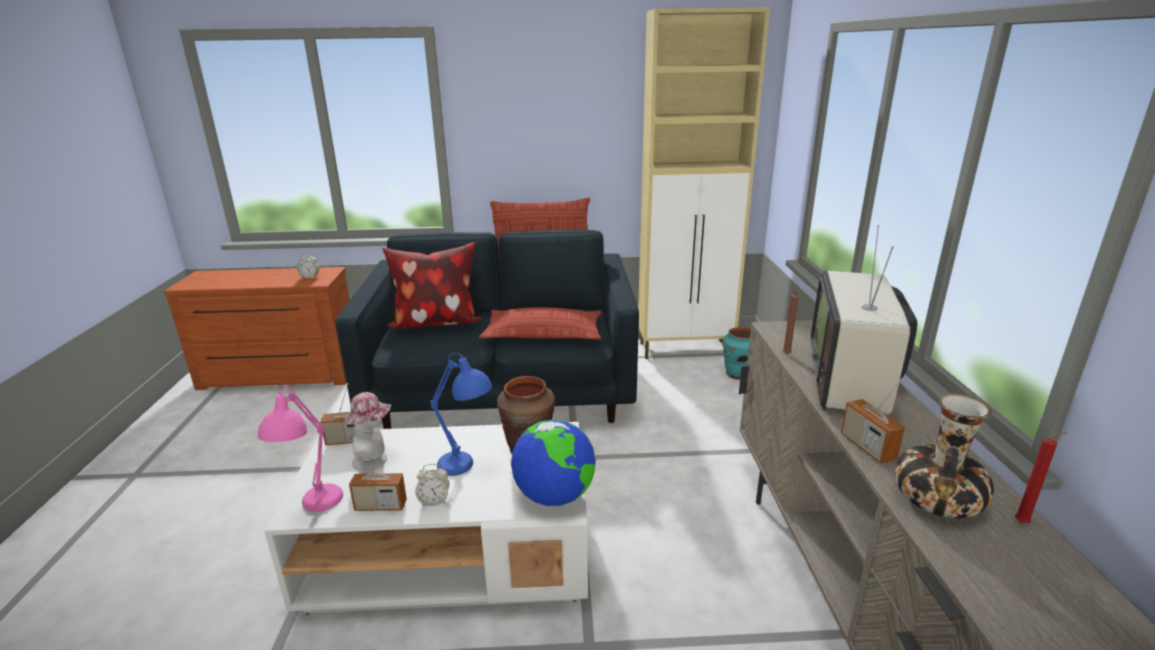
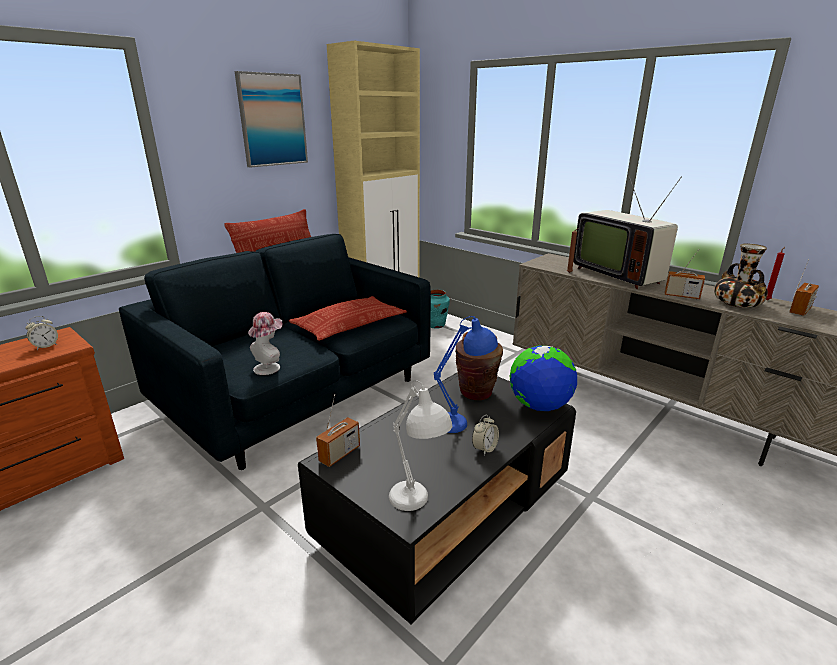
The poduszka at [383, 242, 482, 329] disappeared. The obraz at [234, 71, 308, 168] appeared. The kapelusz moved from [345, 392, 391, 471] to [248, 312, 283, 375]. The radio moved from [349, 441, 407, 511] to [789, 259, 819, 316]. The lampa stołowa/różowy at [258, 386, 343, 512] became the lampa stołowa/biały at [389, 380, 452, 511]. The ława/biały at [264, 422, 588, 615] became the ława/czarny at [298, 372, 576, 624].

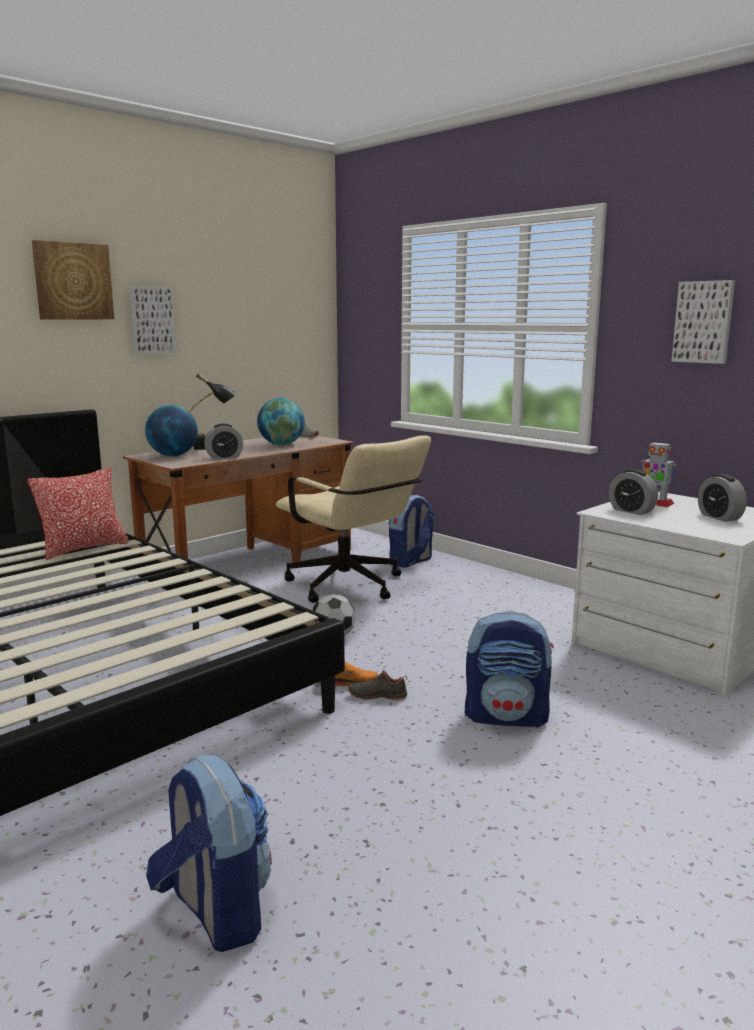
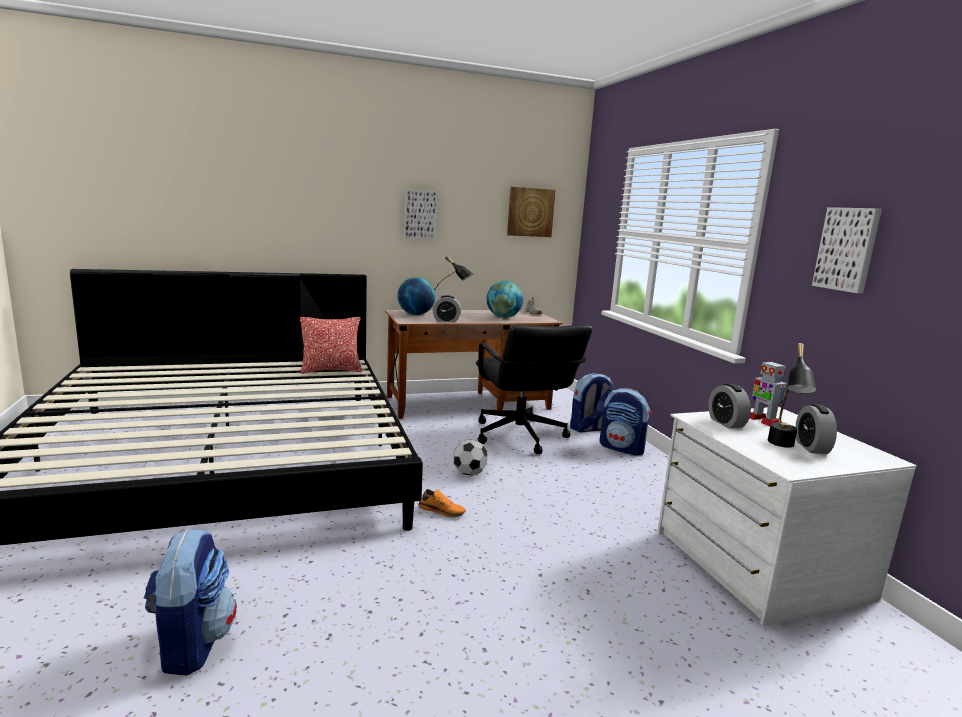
The but/czarny at [348, 666, 408, 700] disappeared. The lampa stołowa/czarny at [768, 343, 817, 448] appeared. The obraz moved from [32, 240, 114, 320] to [507, 187, 556, 237]. The plecak moved from [465, 611, 554, 728] to [599, 388, 652, 456]. The krzesło biurowe/beżowy at [276, 435, 431, 603] became the krzesło biurowe/czarny at [476, 325, 593, 454].

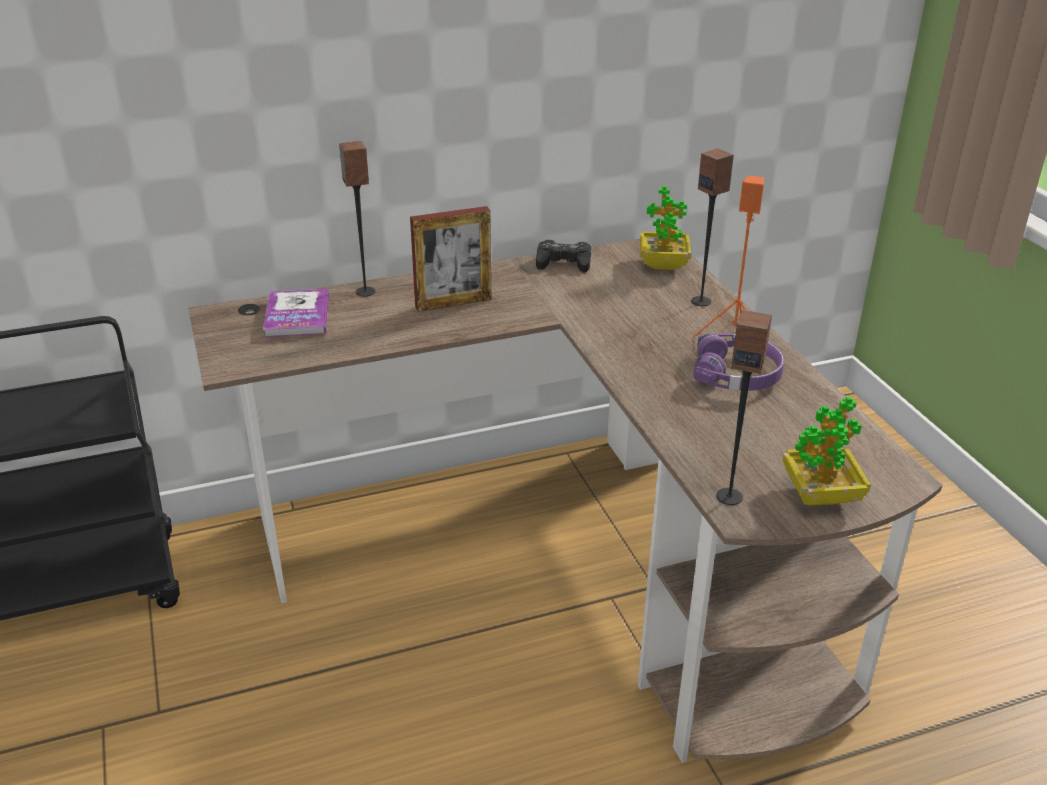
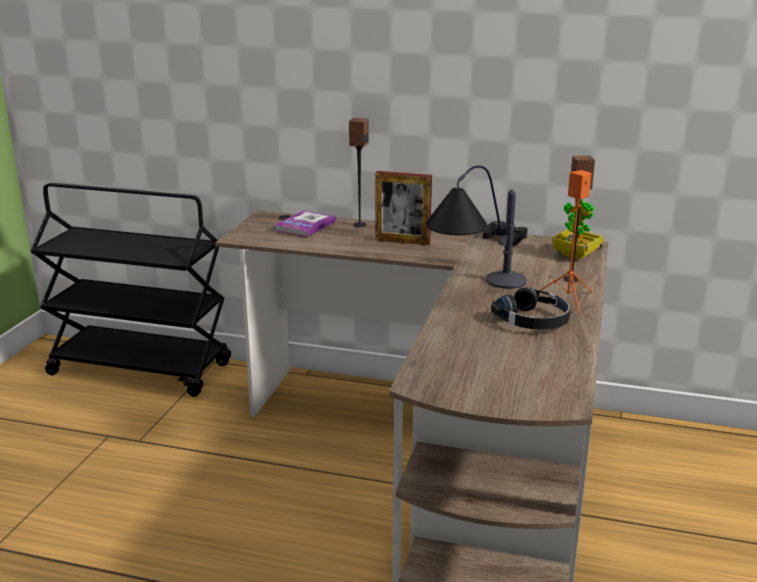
The głośnik at [716, 310, 772, 505] disappeared. The roślina doniczkowa at [782, 397, 871, 506] disappeared. The lampa stołowa at [426, 165, 527, 289] appeared. The słuchawki/fioletowy at [693, 333, 785, 391] became the słuchawki/czarny at [491, 287, 571, 330].

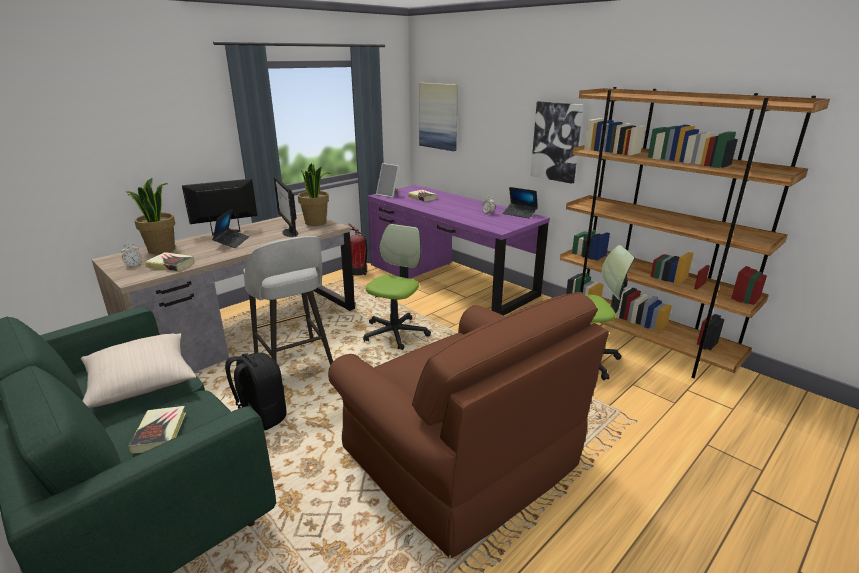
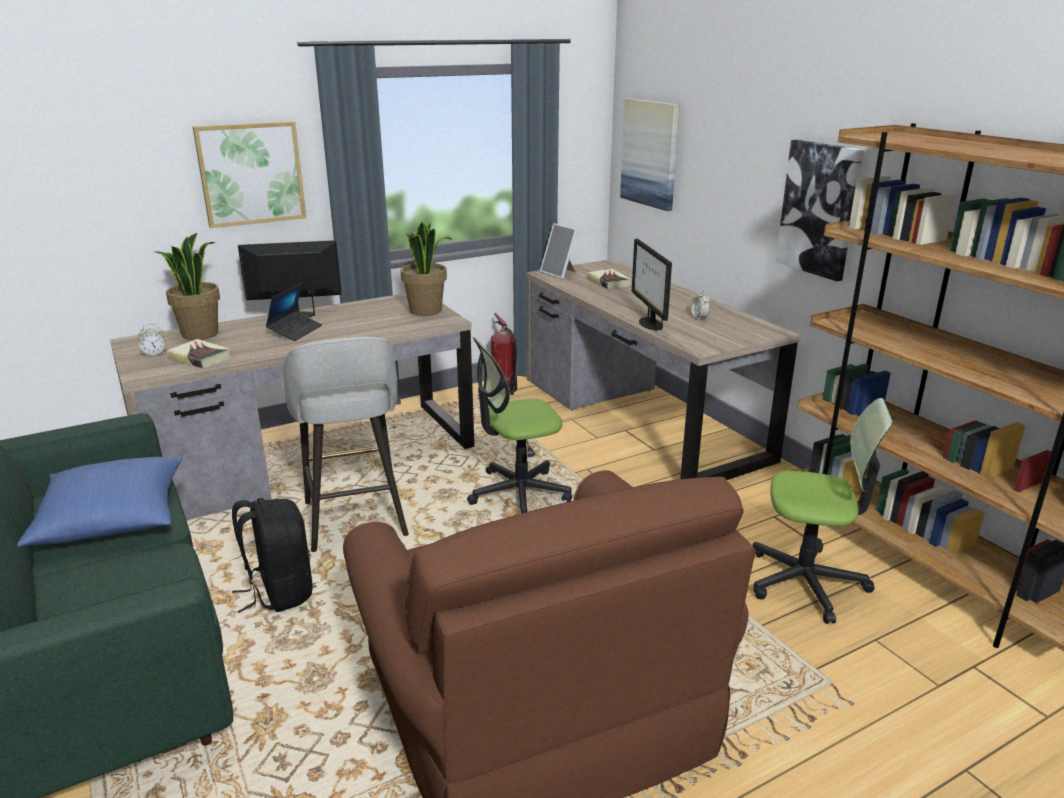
The książka at [128, 406, 186, 454] disappeared. The laptop at [503, 187, 538, 219] disappeared. The obraz at [193, 121, 306, 228] appeared. The monitor moved from [274, 176, 298, 237] to [632, 238, 672, 330]. The poduszka/beżowy at [81, 333, 196, 408] became the poduszka/niebieski at [17, 457, 182, 547]. The biurko/fioletowy at [367, 185, 550, 316] became the biurko/brązowy at [526, 259, 800, 480]. The krzesło biurowe at [363, 224, 431, 350] turned 150 degrees counterclockwise.

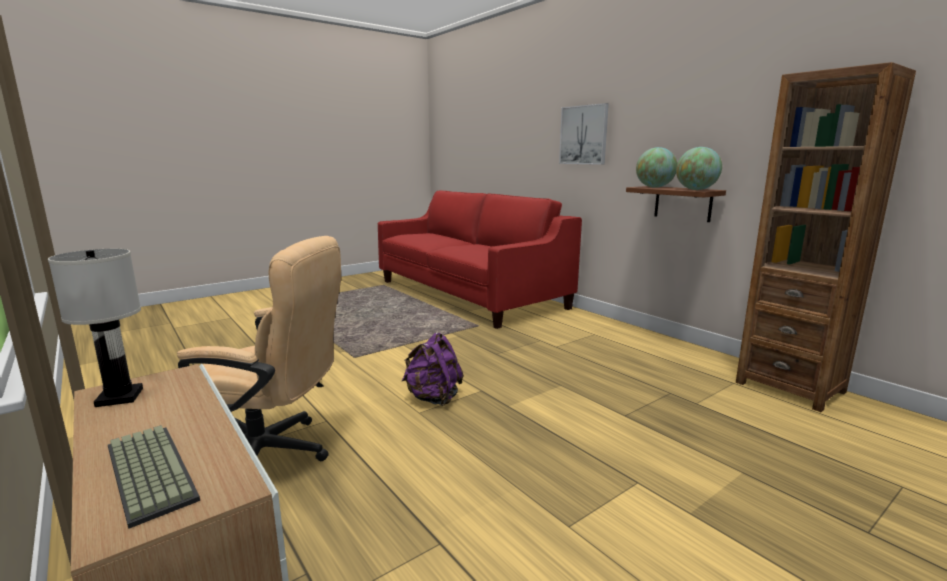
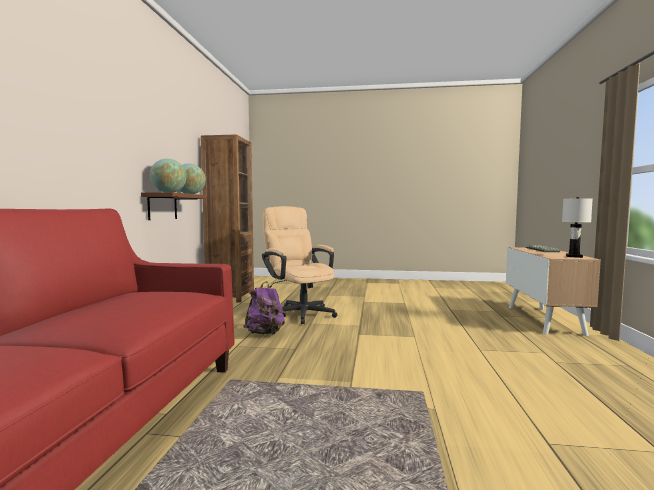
The obraz at [559, 103, 609, 165] disappeared. The krzesło biurowe/beżowy moved from [177, 236, 341, 461] to [262, 206, 337, 324]. The plecak/fioletowy moved from [402, 332, 464, 406] to [243, 281, 286, 335].

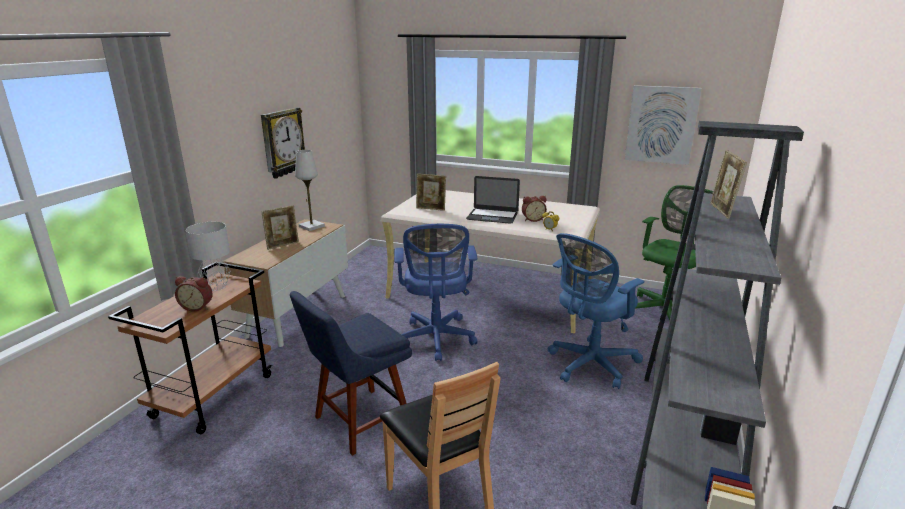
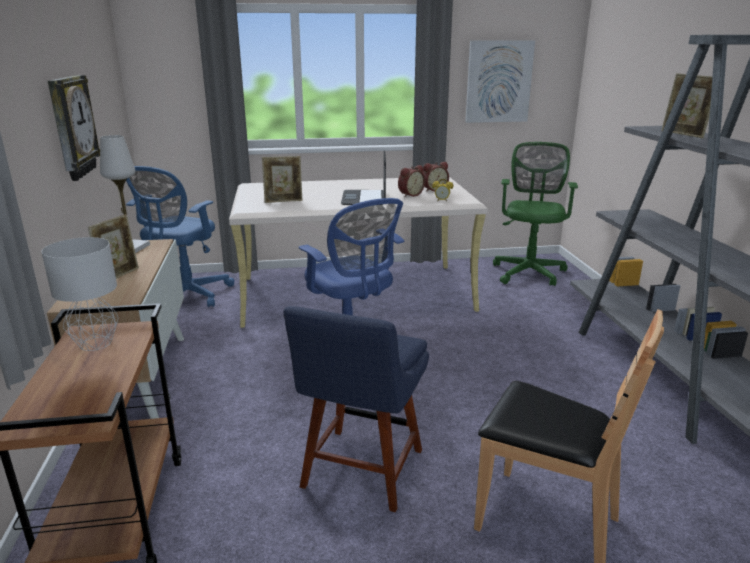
The budzik moved from [175, 276, 213, 312] to [423, 162, 449, 192]. The krzesło biurowe/niebieski moved from [547, 233, 644, 389] to [126, 166, 235, 307]. The laptop at [466, 176, 520, 224] turned 105 degrees clockwise.

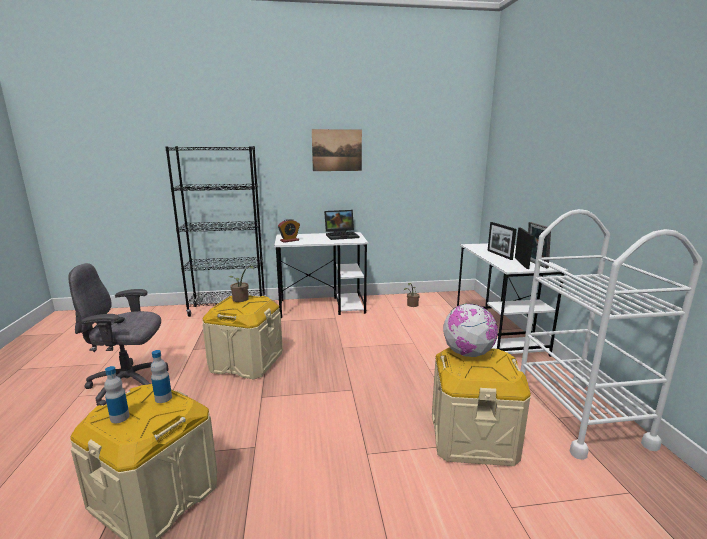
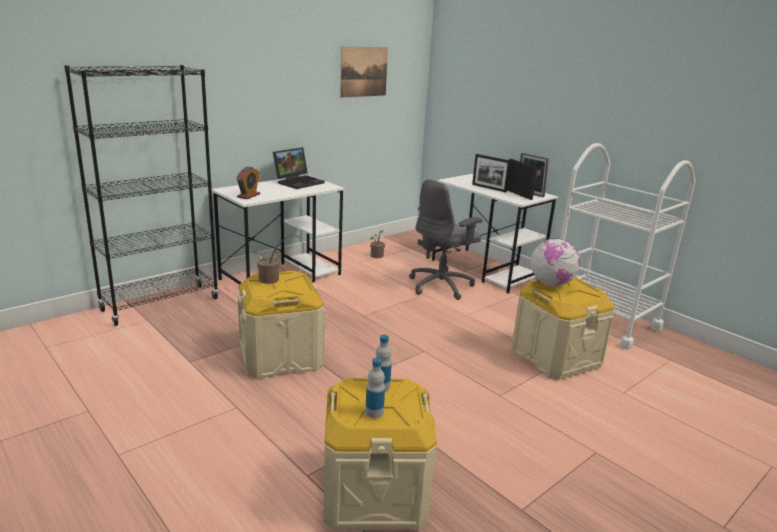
The krzesło biurowe/szary moved from [68, 263, 169, 406] to [409, 180, 483, 300]. The obraz moved from [312, 129, 362, 171] to [340, 46, 388, 98].

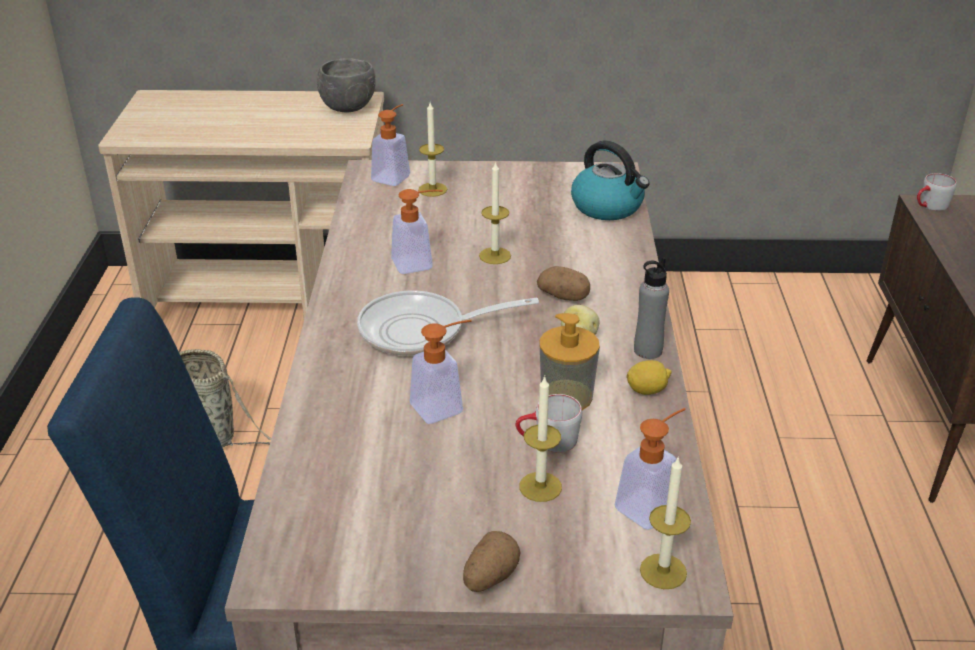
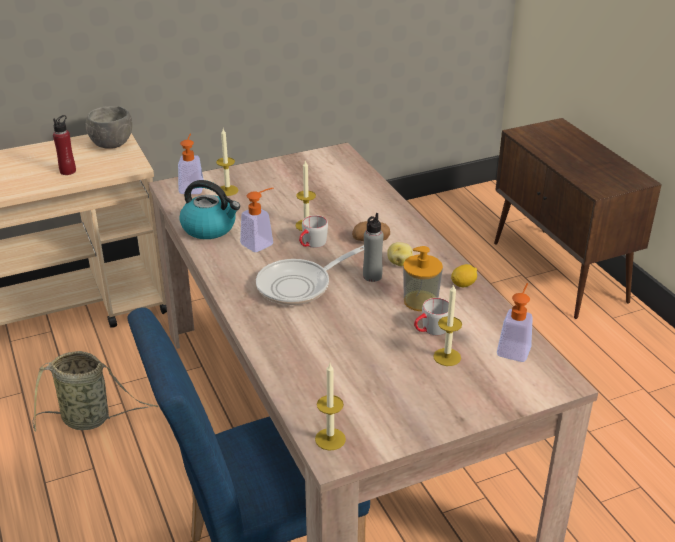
The dozownik mydła at [410, 320, 472, 424] disappeared. The ziemniak at [463, 531, 520, 592] disappeared. The butelka/czerwony at [53, 115, 76, 175] appeared. The czajnik moved from [571, 140, 650, 220] to [179, 180, 240, 239]. The butelka/szary moved from [634, 257, 669, 359] to [363, 213, 384, 282]. The świeca moved from [640, 456, 691, 589] to [315, 364, 346, 451]. The kubek/szary moved from [917, 173, 957, 211] to [299, 215, 328, 248].

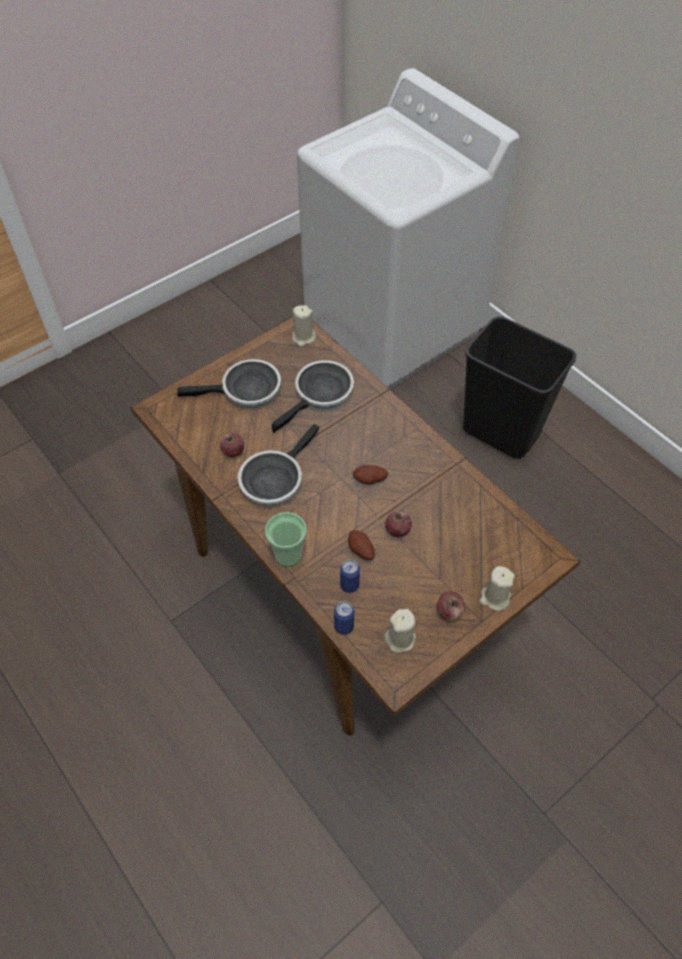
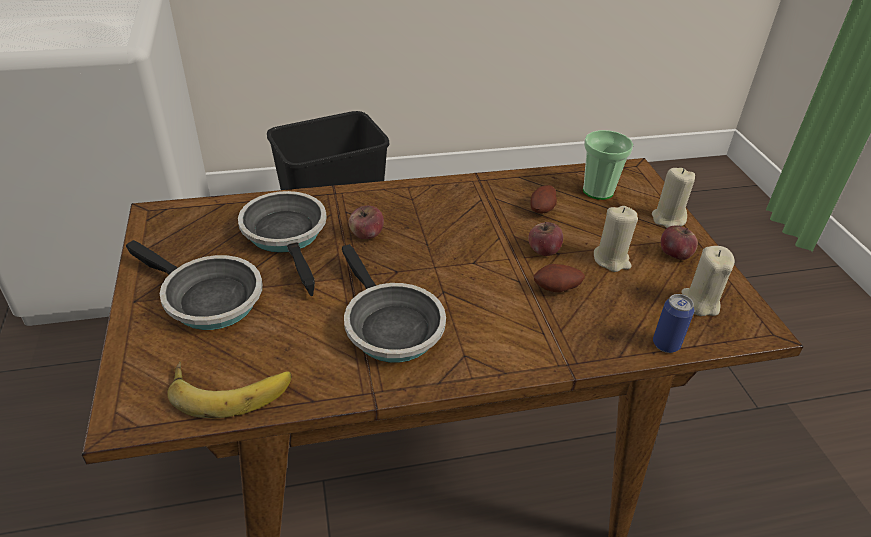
The puszka at [340, 559, 360, 593] disappeared. The banan at [167, 361, 291, 418] appeared. The jabłko moved from [220, 433, 244, 457] to [349, 206, 384, 239]. The filiżanka moved from [265, 512, 307, 567] to [583, 130, 633, 200]. The świeca/beżowy moved from [292, 305, 316, 347] to [594, 206, 638, 272]. The ziemniak moved from [353, 465, 388, 485] to [530, 185, 557, 214]. The patelnia at [177, 359, 281, 407] turned 105 degrees clockwise.

